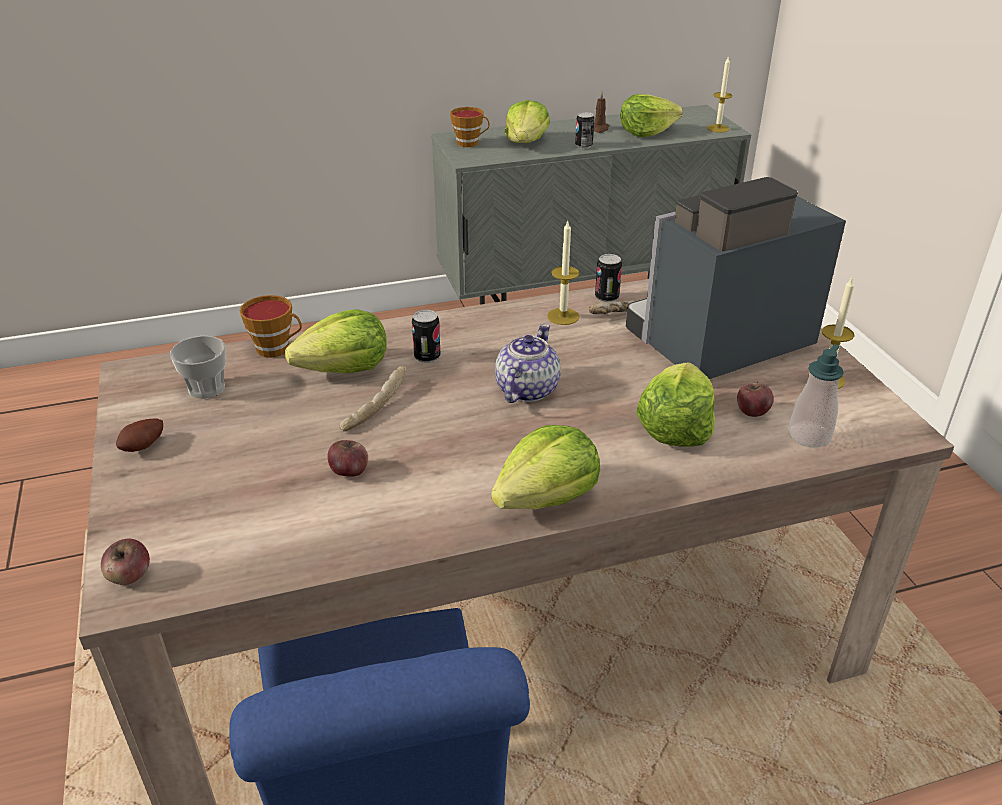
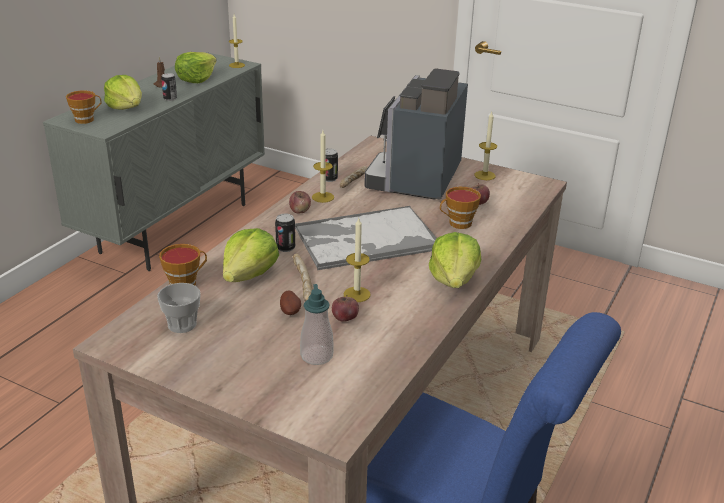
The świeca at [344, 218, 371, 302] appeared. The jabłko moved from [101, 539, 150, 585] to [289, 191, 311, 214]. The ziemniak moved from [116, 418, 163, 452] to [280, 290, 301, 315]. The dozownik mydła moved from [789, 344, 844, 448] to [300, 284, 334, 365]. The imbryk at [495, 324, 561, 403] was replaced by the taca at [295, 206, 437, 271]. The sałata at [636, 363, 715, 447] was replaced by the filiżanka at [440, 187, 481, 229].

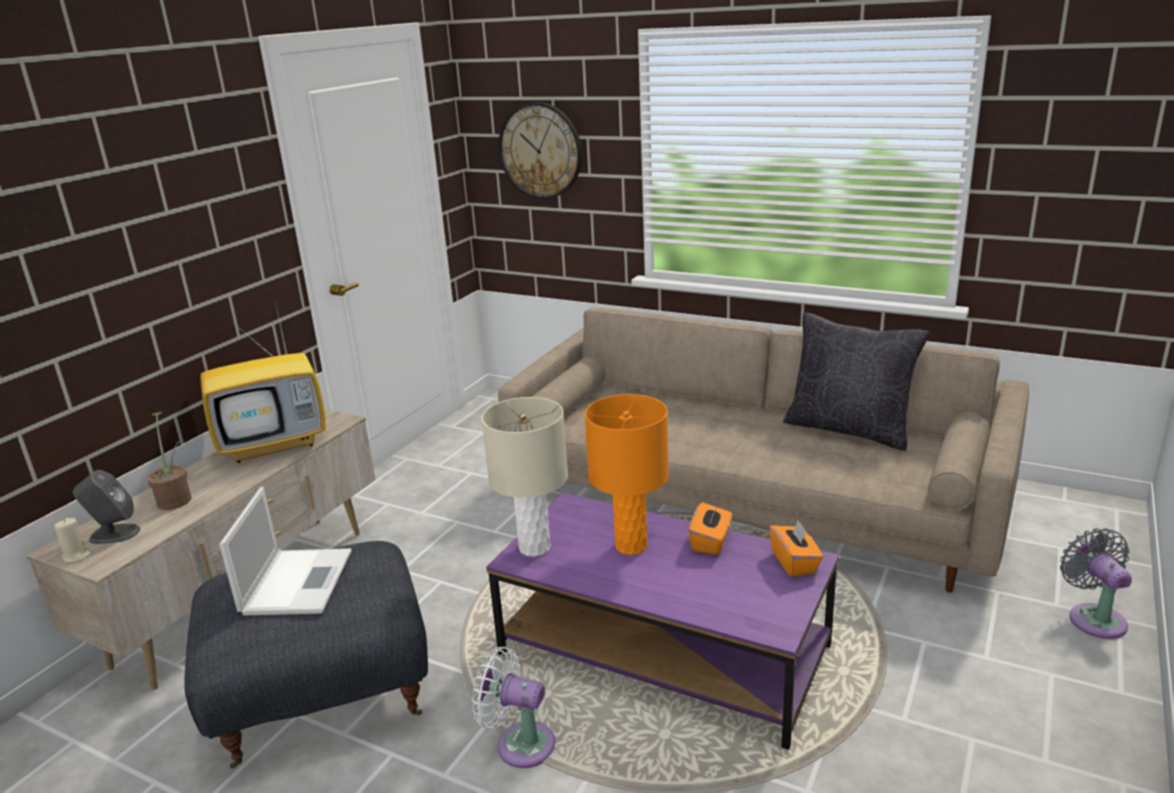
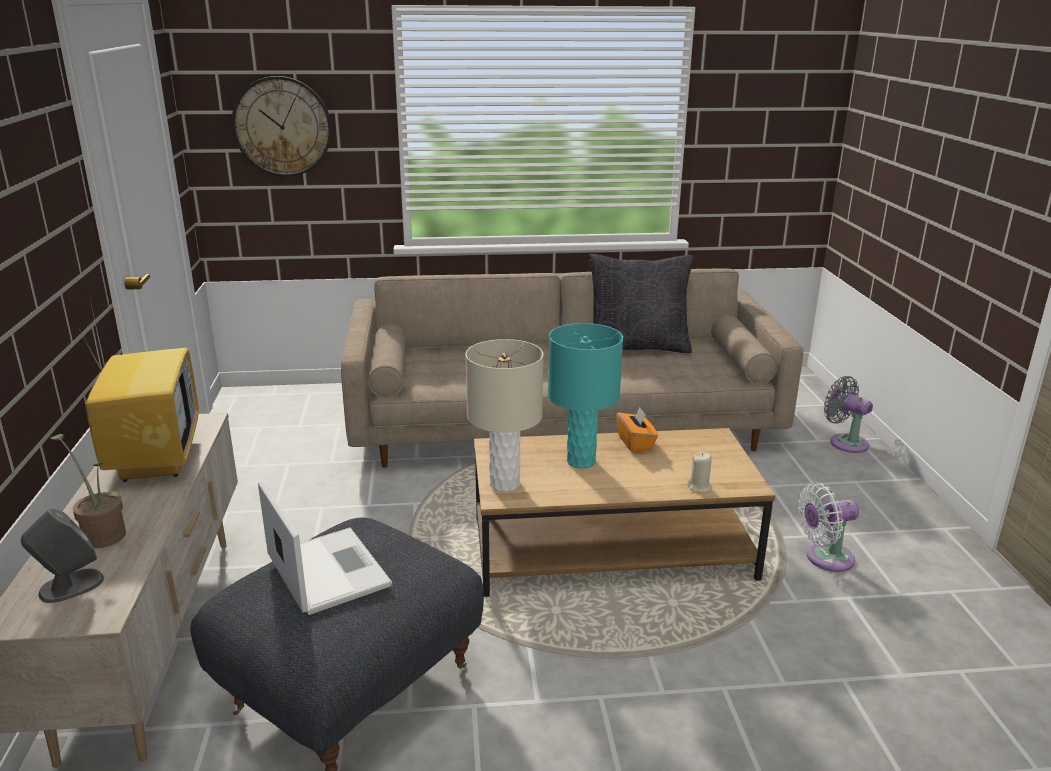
The pudełko chusteczek/pomarańczowy at [769, 519, 823, 577] disappeared. The świeca/beżowy moved from [54, 518, 92, 562] to [687, 452, 712, 493]. The wentylator/biały moved from [472, 646, 555, 768] to [798, 483, 859, 572]. The ława/fioletowy at [486, 493, 839, 750] became the ława/brązowy at [474, 428, 775, 597]. The lampa stołowa/pomarańczowy at [585, 394, 669, 555] became the lampa stołowa/turkusowy at [548, 323, 623, 469]. The telewizor at [200, 301, 326, 463] turned 45 degrees counterclockwise.

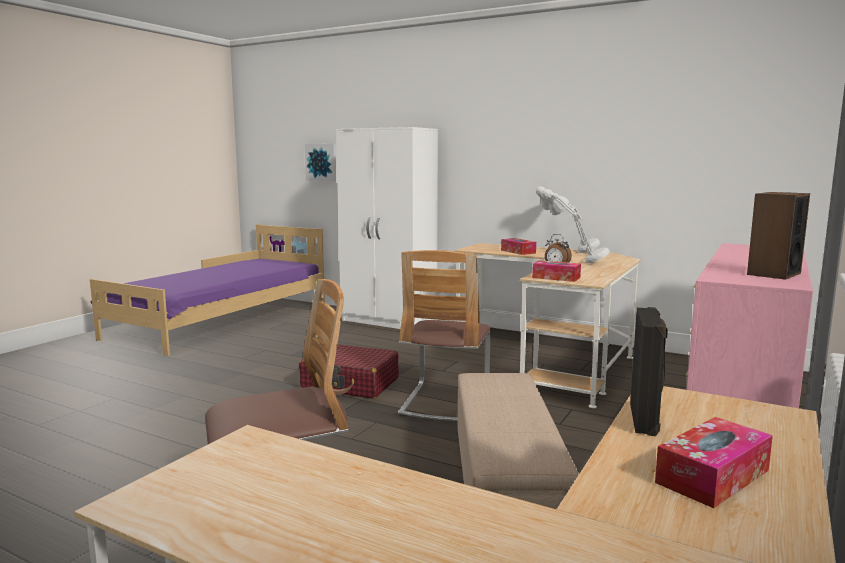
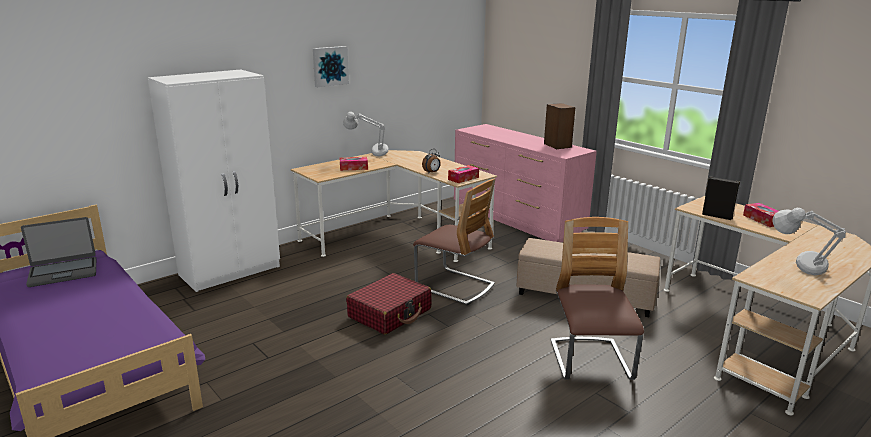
The laptop at [21, 217, 96, 287] appeared. The obraz moved from [305, 144, 337, 181] to [313, 46, 349, 87]. The lampa stołowa/szary moved from [542, 189, 610, 263] to [772, 208, 846, 275].

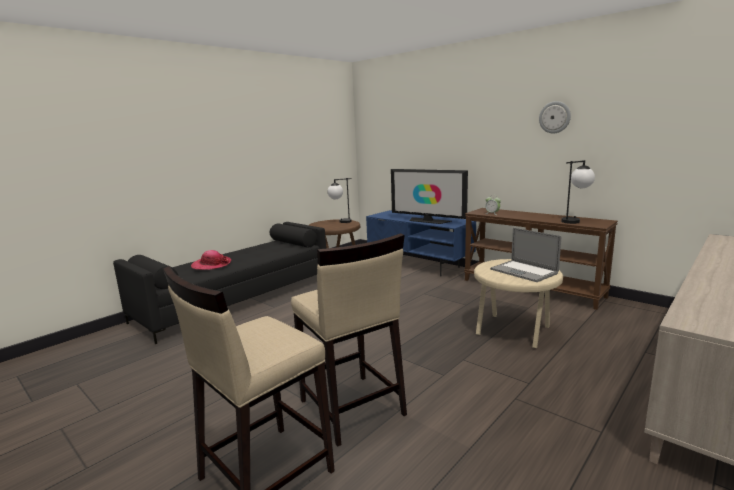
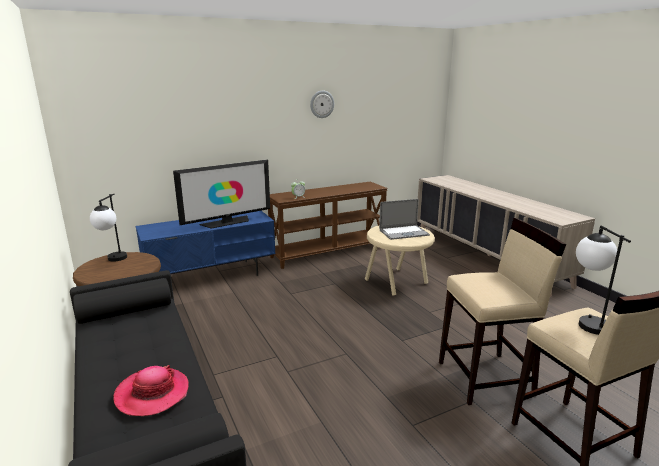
The lampa stołowa moved from [561, 160, 595, 224] to [576, 225, 631, 335].

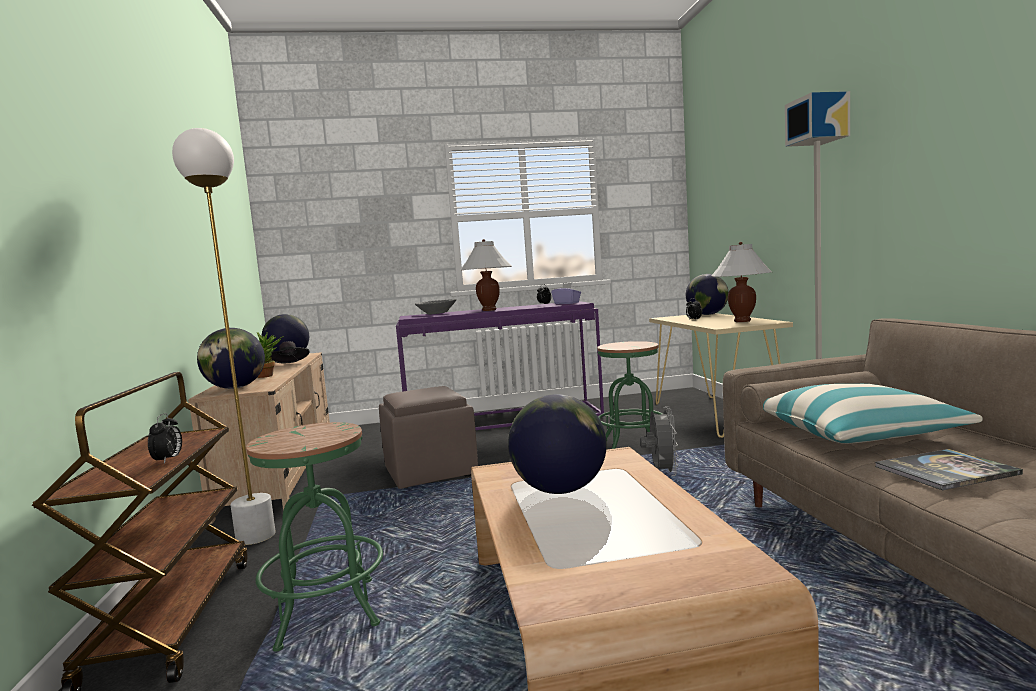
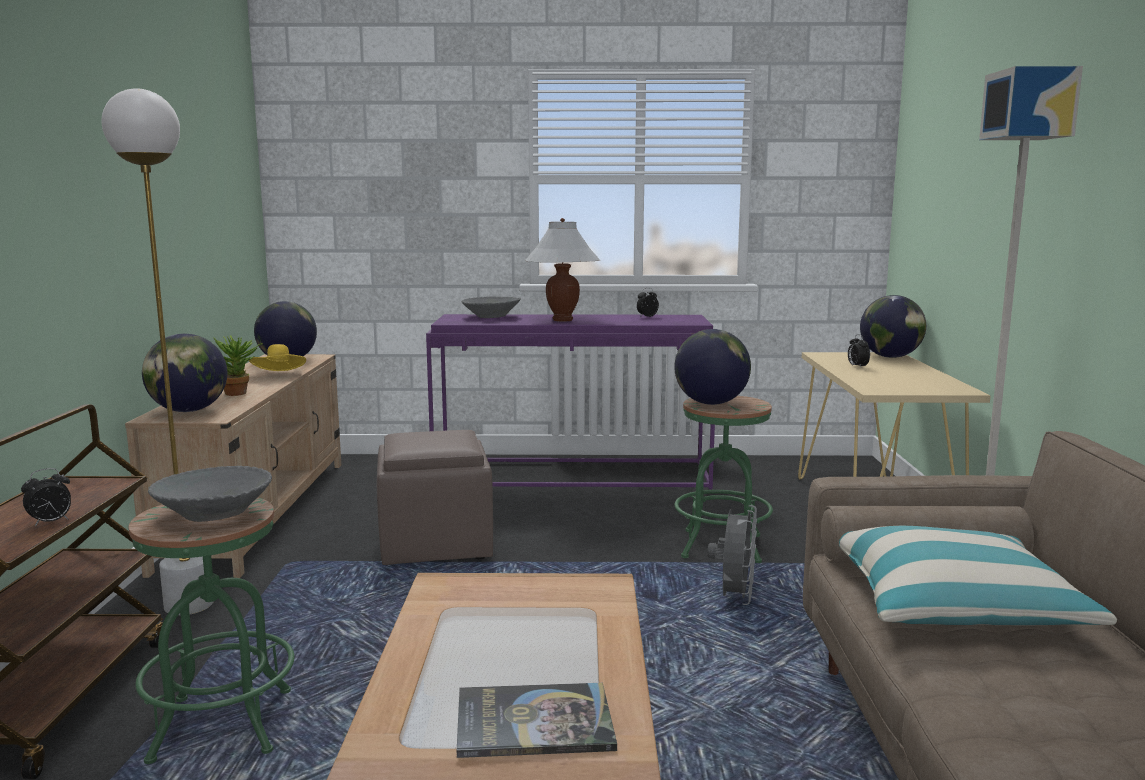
The pudełko chusteczek/fioletowy at [551, 283, 581, 304] disappeared. The lampa stołowa/biały at [711, 242, 772, 322] disappeared. The miska/szary at [148, 466, 272, 522] appeared. The globus moved from [508, 394, 607, 494] to [674, 329, 751, 405]. The książka moved from [875, 449, 1023, 490] to [457, 683, 617, 758]. The kapelusz/czarny at [271, 341, 310, 364] became the kapelusz/żółty at [249, 344, 306, 371]. The budzik at [148, 413, 182, 464] turned 45 degrees clockwise.

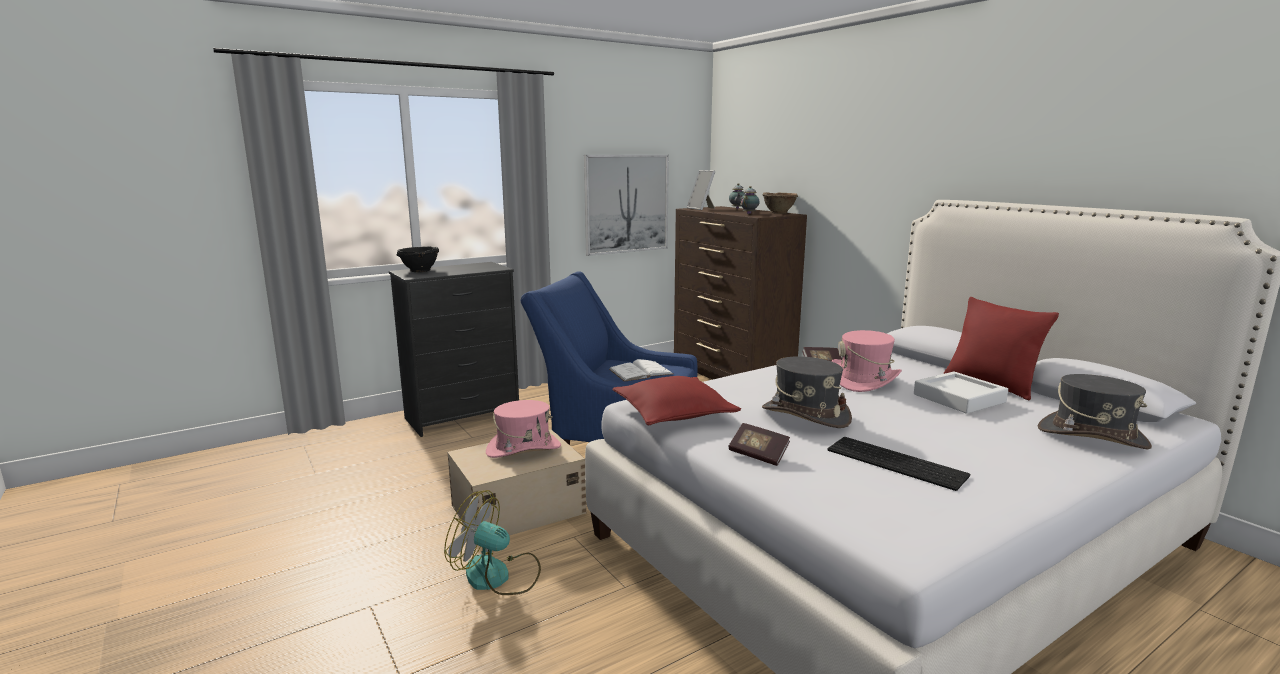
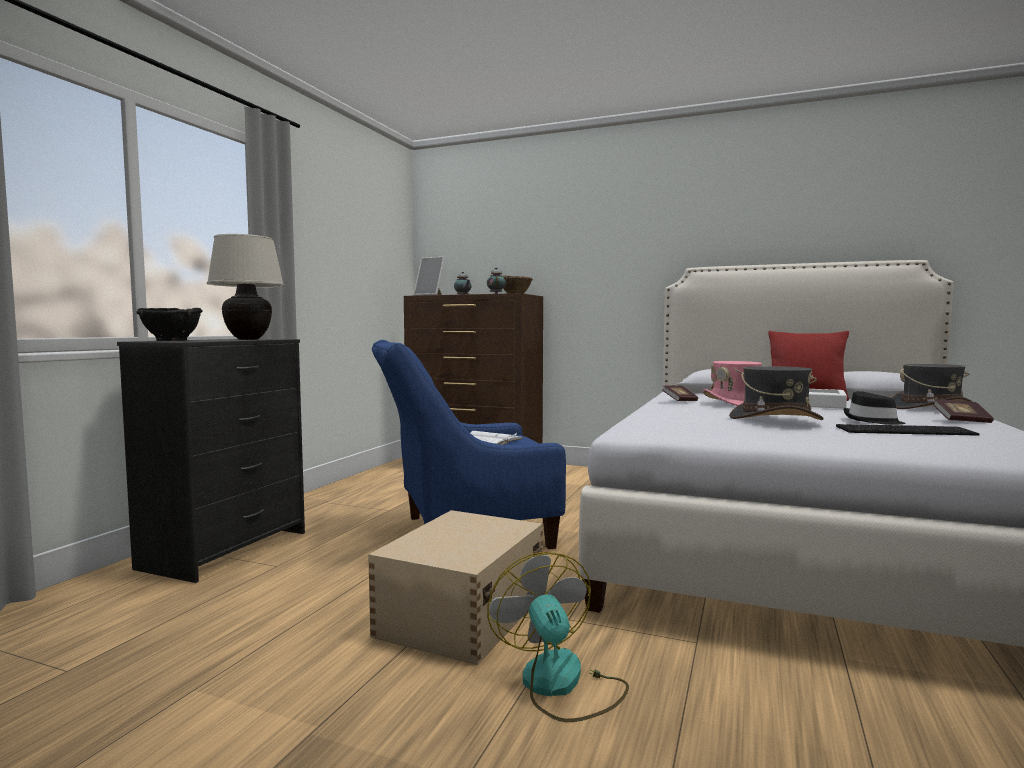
The kapelusz/różowy at [486, 400, 561, 458] disappeared. The obraz at [584, 155, 669, 256] disappeared. The poduszka/czerwony at [612, 376, 741, 425] disappeared. The lampa stołowa/beżowy at [207, 234, 284, 340] appeared. The kapelusz/czarny at [843, 391, 906, 425] appeared. The książka moved from [728, 423, 790, 466] to [933, 400, 994, 423]. The wentylator at [444, 490, 541, 595] turned 90 degrees clockwise.

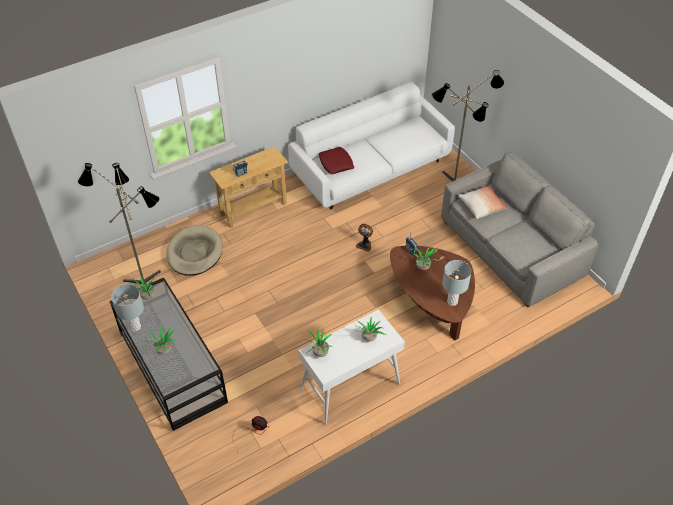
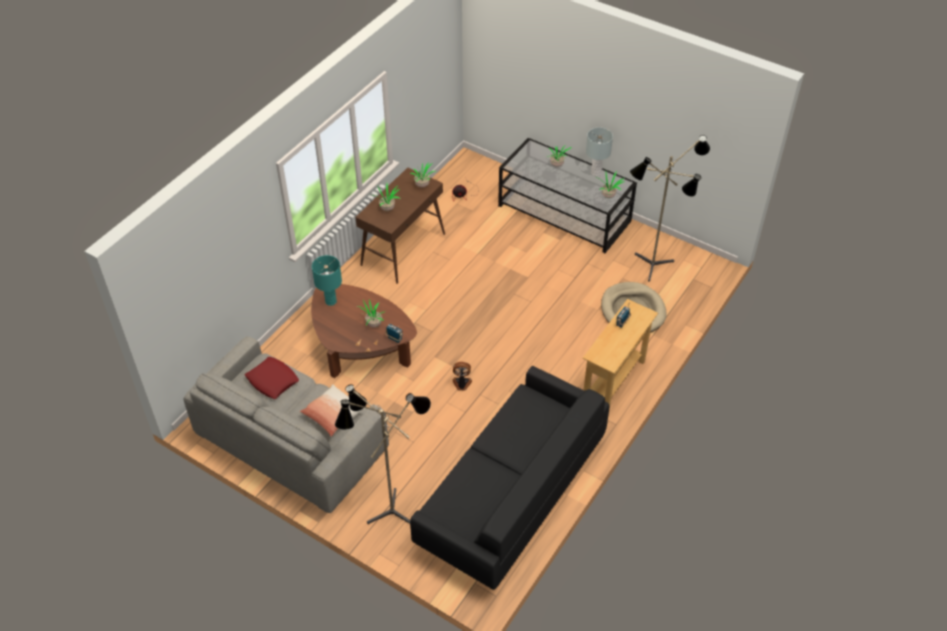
The poduszka/czerwony moved from [319, 147, 354, 174] to [245, 357, 299, 399]. The kanapa/biały at [288, 82, 455, 210] became the kanapa/czarny at [410, 365, 609, 590]. The stolik konsolowy/biały at [298, 309, 405, 425] became the stolik konsolowy/brązowy at [355, 168, 445, 284]. The lampa stołowa/szary at [442, 260, 471, 306] became the lampa stołowa/turkusowy at [312, 255, 342, 306].

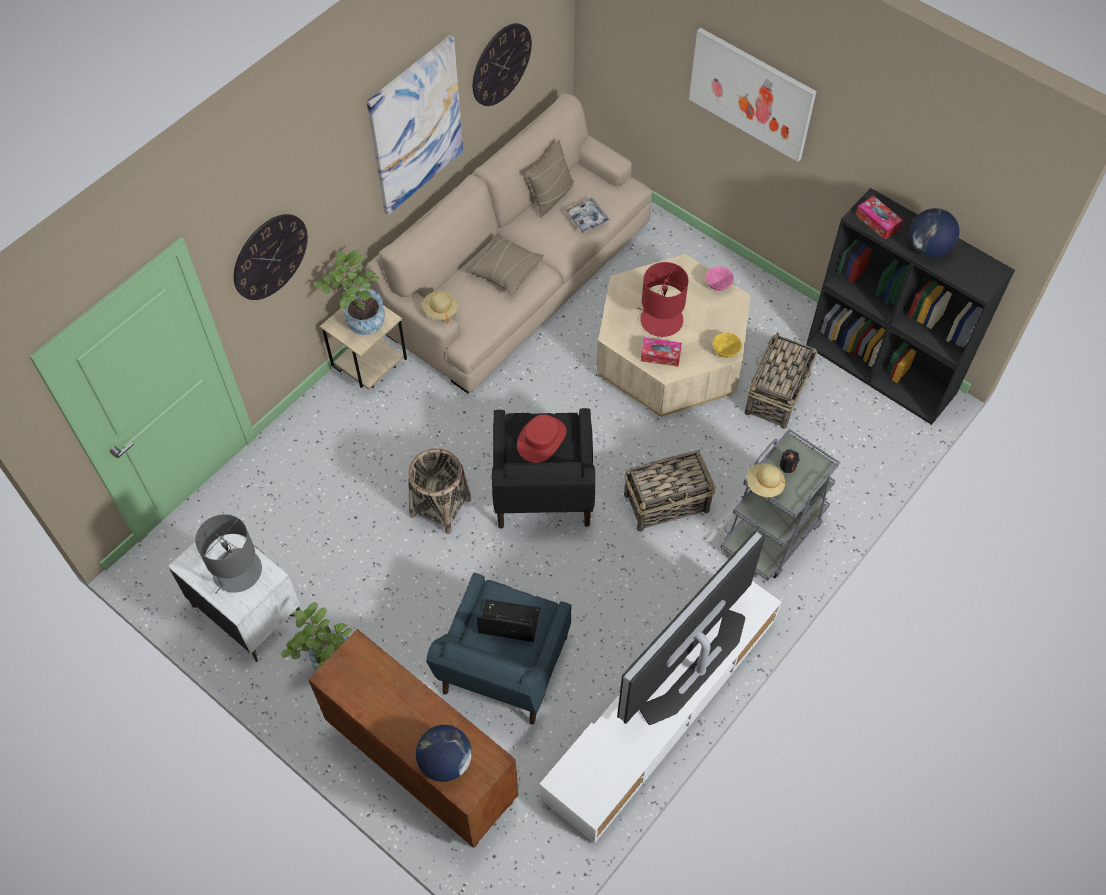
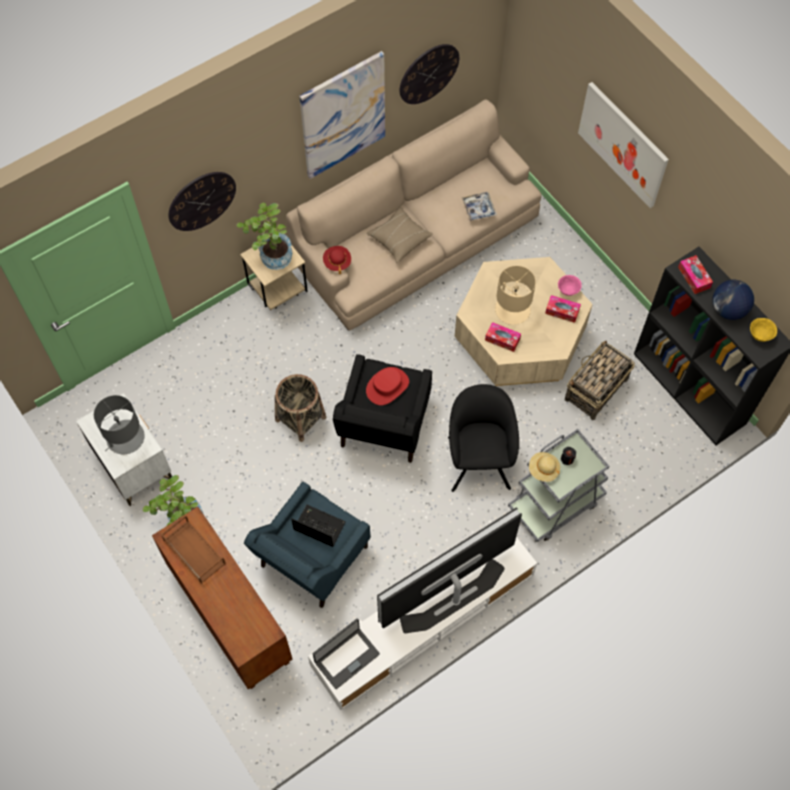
The globus at [416, 725, 472, 782] disappeared. The poduszka/beżowy at [526, 140, 574, 217] disappeared. The taca/brązowy at [161, 515, 226, 584] appeared. The laptop at [313, 618, 380, 689] appeared. The pudełko chusteczek at [545, 295, 581, 323] appeared. The miska/żółty moved from [713, 333, 742, 358] to [750, 318, 777, 342]. The koszyk at [624, 451, 716, 532] was replaced by the fotel/czarny at [448, 384, 519, 492]. The kapelusz/beżowy at [422, 290, 458, 323] became the kapelusz/czerwony at [323, 246, 351, 274]. The lampa stołowa/czerwony at [637, 262, 689, 337] became the lampa stołowa/beżowy at [495, 266, 536, 325].

